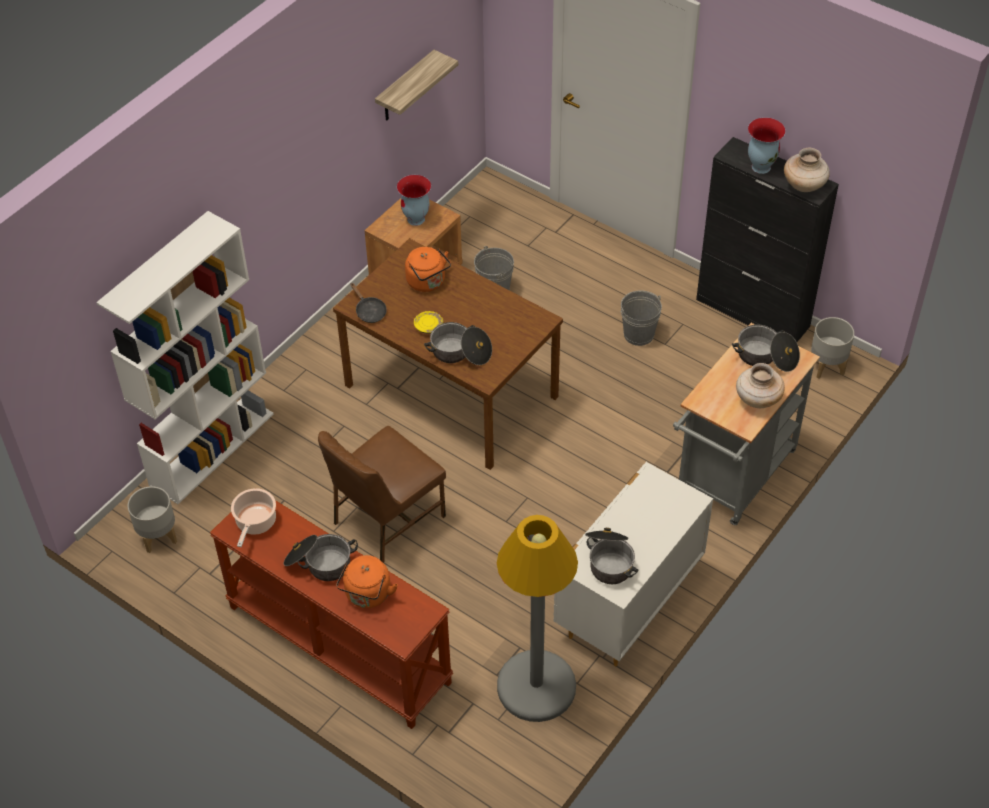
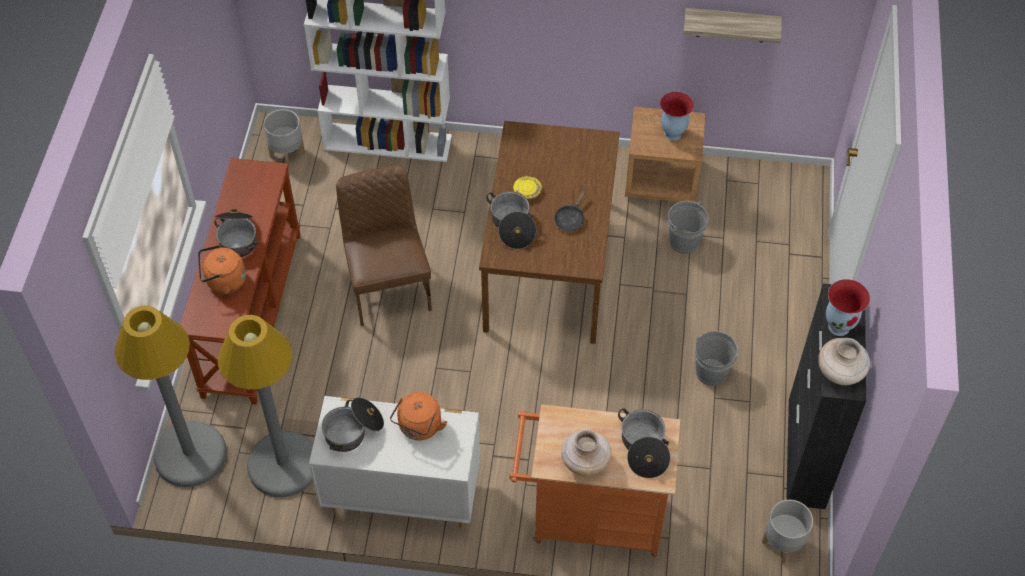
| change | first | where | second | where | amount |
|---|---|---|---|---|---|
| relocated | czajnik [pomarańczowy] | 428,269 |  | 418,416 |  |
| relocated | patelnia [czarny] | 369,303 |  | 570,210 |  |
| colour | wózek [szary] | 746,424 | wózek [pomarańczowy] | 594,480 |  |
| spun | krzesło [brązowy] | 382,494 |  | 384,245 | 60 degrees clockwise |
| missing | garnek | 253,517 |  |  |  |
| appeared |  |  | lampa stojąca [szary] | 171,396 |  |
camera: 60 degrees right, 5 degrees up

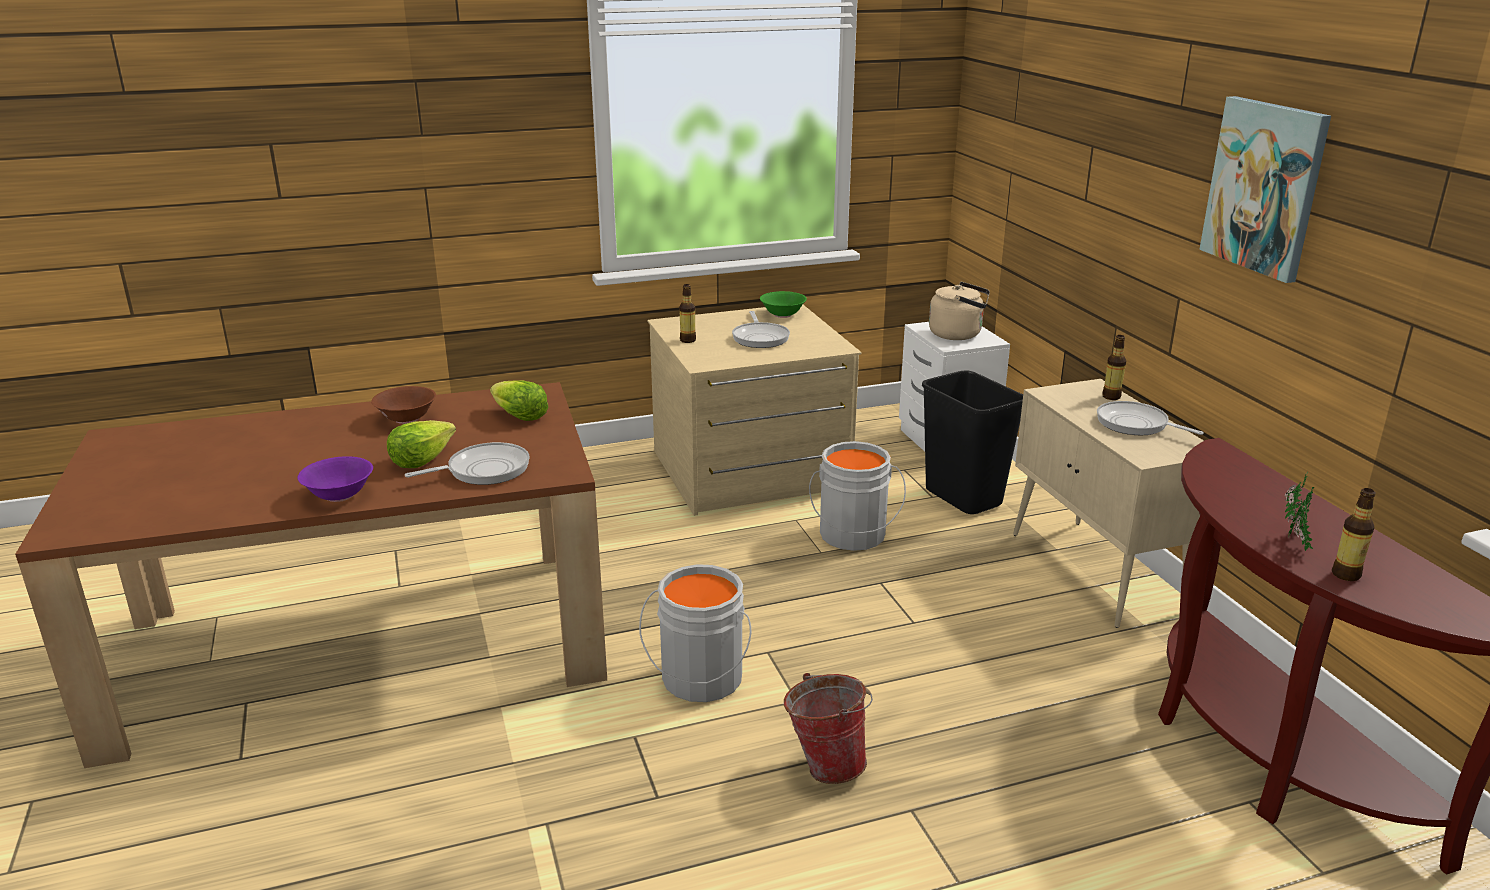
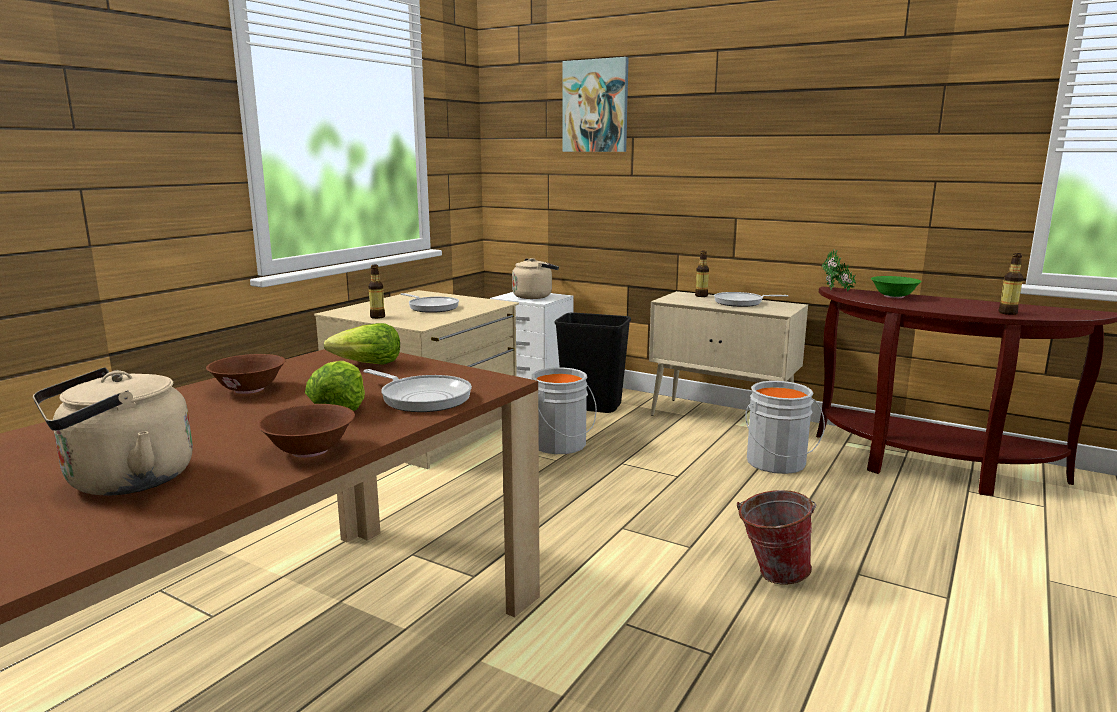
| change | first | where | second | where | amount |
|---|---|---|---|---|---|
| relocated | obraz | 1265,189 |  | 595,104 |  |
| relocated | miska [zielony] | 783,304 |  | 896,287 |  |
| spun | patelnia | 467,463 |  | 418,390 | 105 degrees clockwise |
| colour | miska [fioletowy] | 335,479 | miska [brązowy] | 306,431 |  |
| relocated | roślina doniczkowa | 1299,511 |  | 839,271 |  |
| relocated | wiadro [szary] | 695,633 |  | 785,427 |  |
| appeared |  |  | czajnik [beżowy] | 113,431 |  |
camera: 40 degrees left, 10 degrees down

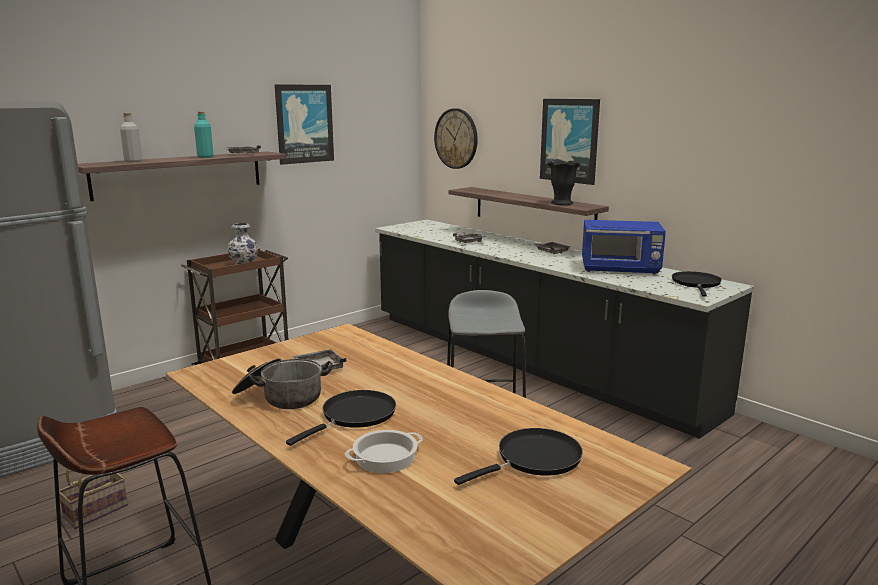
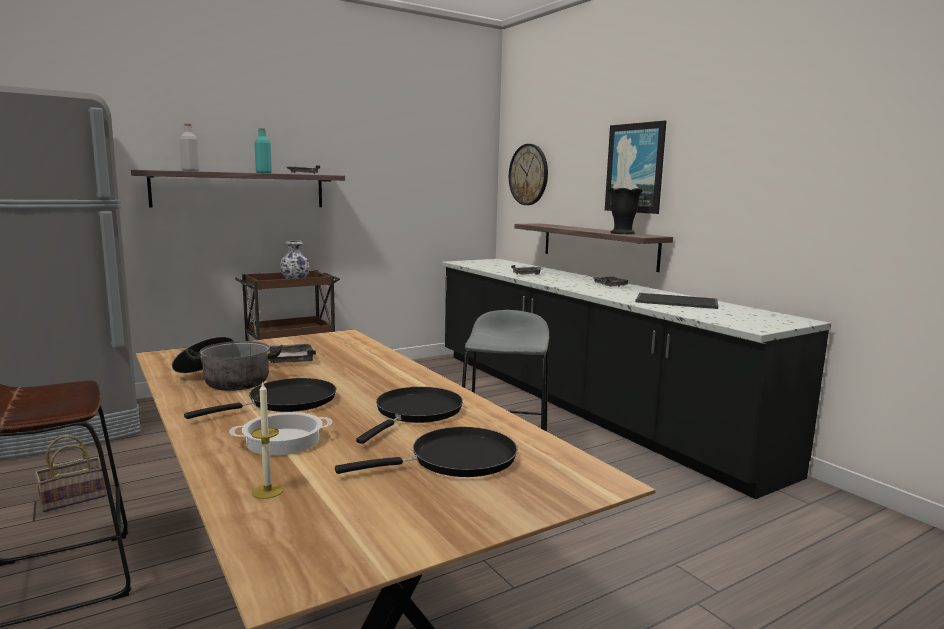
| change | first | where | second | where | amount |
|---|---|---|---|---|---|
| missing | obraz | 304,124 |  |  |  |
| exchanged | mikrofalówka [niebieski] | 624,247 | taca | 676,301 |  |
| relocated | patelnia [czarny] | 697,284 |  | 409,415 |  |
| appeared |  |  | świeca | 267,441 |  |
camera: 10 degrees right, 5 degrees down

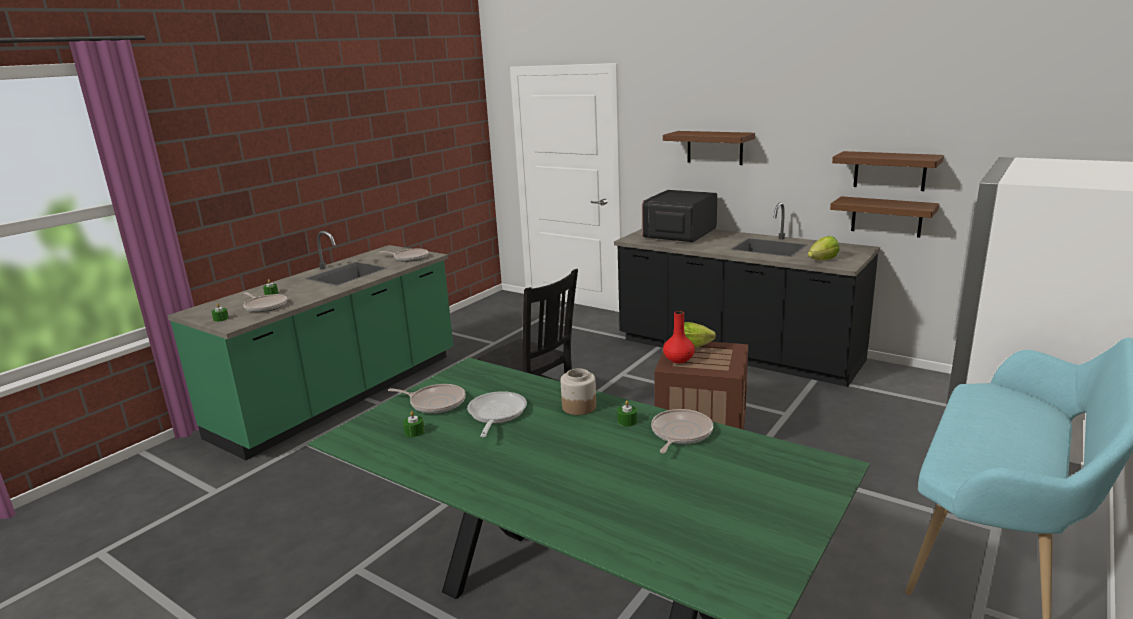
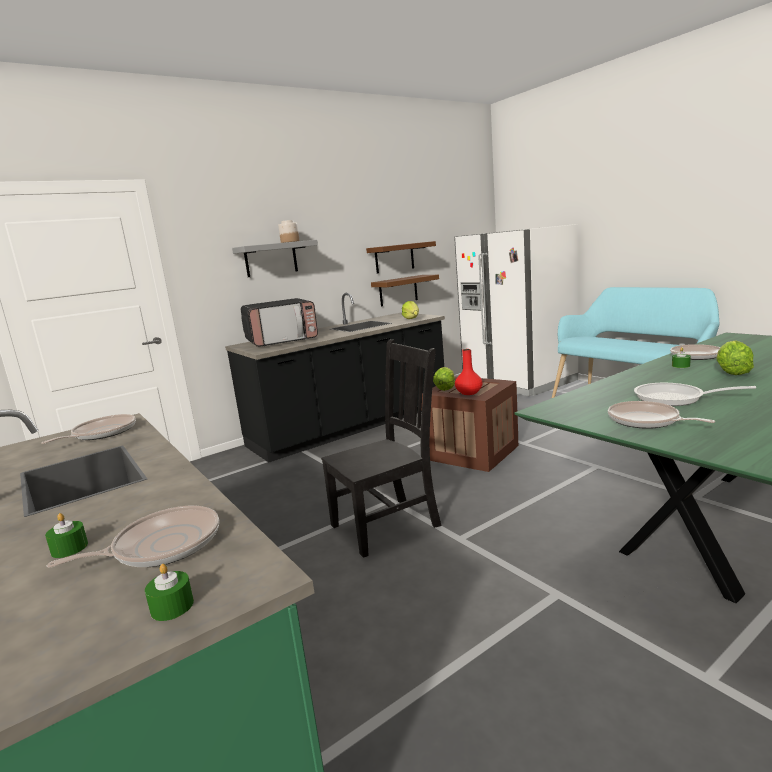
| change | first | where | second | where | amount |
|---|---|---|---|---|---|
| colour | półka [brązowy] | 709,148 | półka [szary] | 275,258 |  |
| spun | mikrofalówka | 679,216 |  | 279,322 | 75 degrees counterclockwise |
| relocated | słoik | 578,391 |  | 288,231 |  |
| spun | patelnia | 427,399 |  | 661,415 | 75 degrees counterclockwise |
| missing | świeca [zielony] | 414,424 |  |  |  |
| appeared |  |  | sałata | 735,357 |  |
camera: 70 degrees left, 5 degrees down

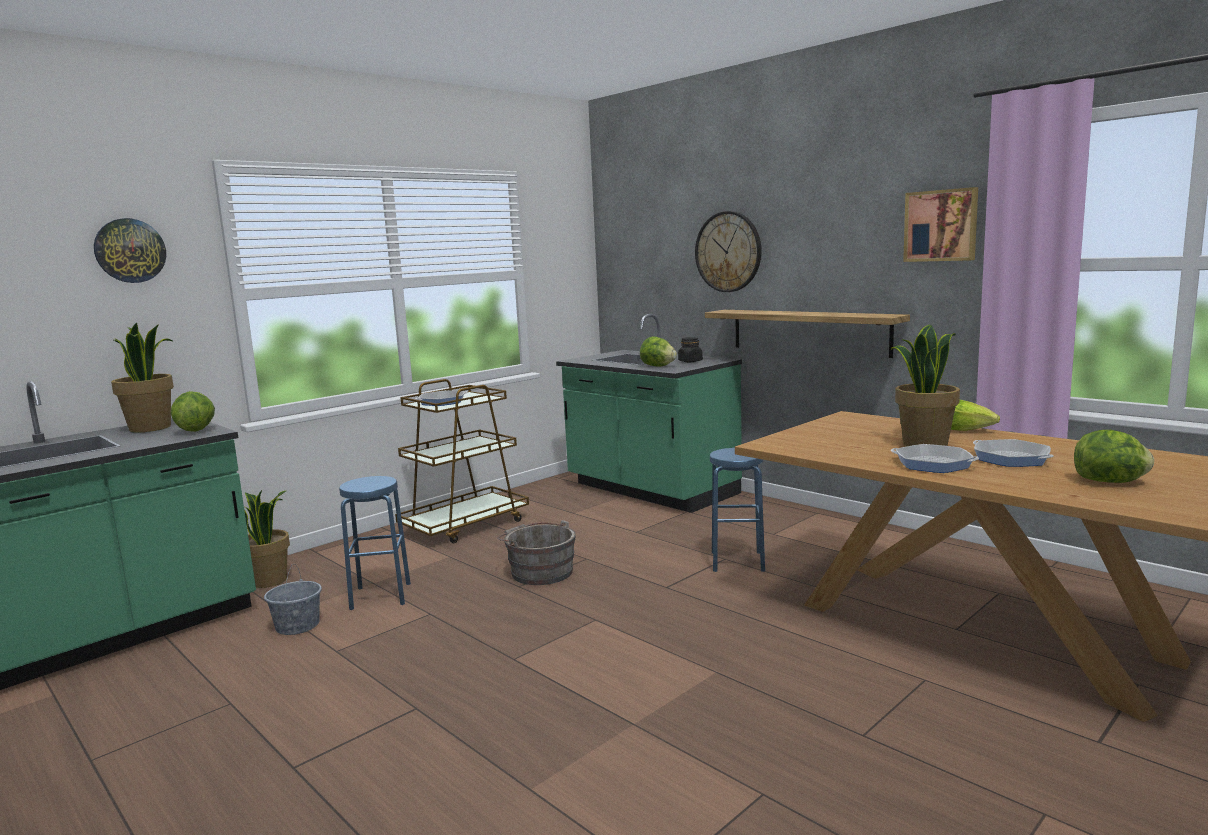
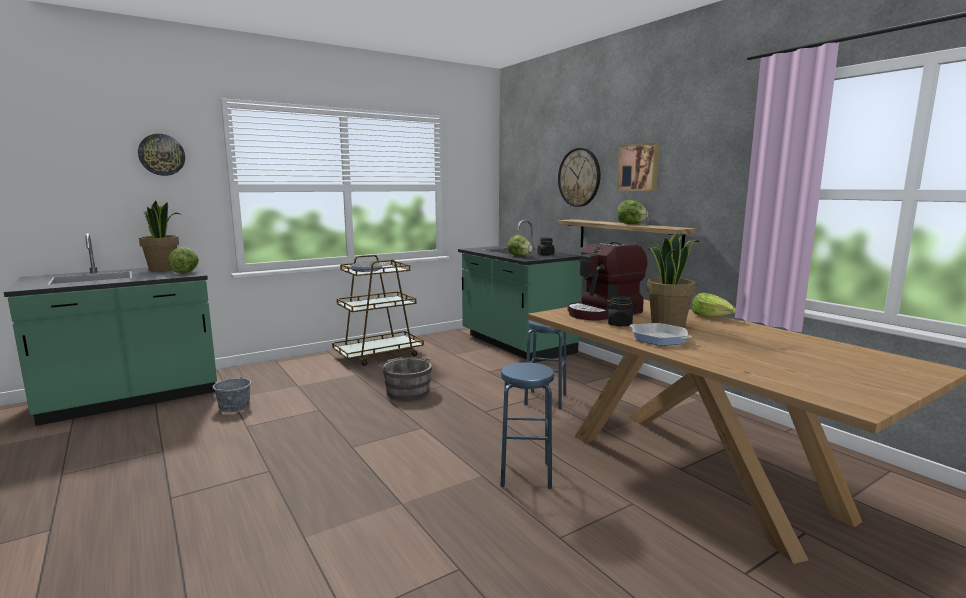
| change | first | where | second | where | amount |
|---|---|---|---|---|---|
| relocated | obraz | 940,224 |  | 638,166 |  |
| relocated | sałata | 1114,456 |  | 632,212 |  |
| missing | patelnia | 1013,453 |  |  |  |
| relocated | stołek [niebieski] | 375,543 |  | 527,425 |  |
| missing | roślina doniczkowa | 267,539 |  |  |  |
| appeared |  |  | ekspres do kawy | 608,281 |  |
| appeared |  |  | słoik [czarny] | 621,311 |  |
camera: 10 degrees right, 0 degrees up

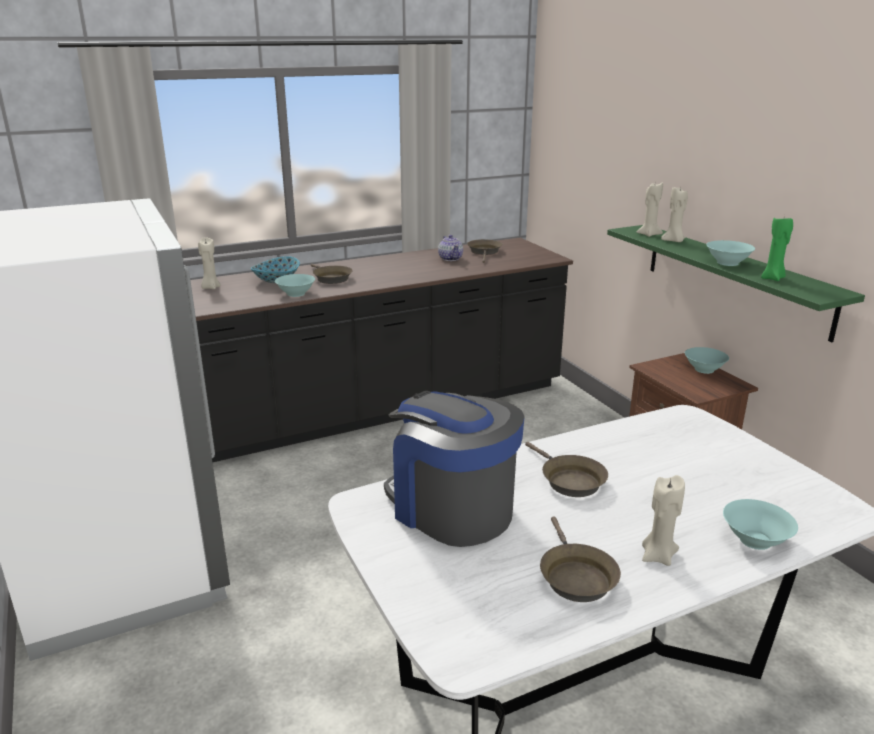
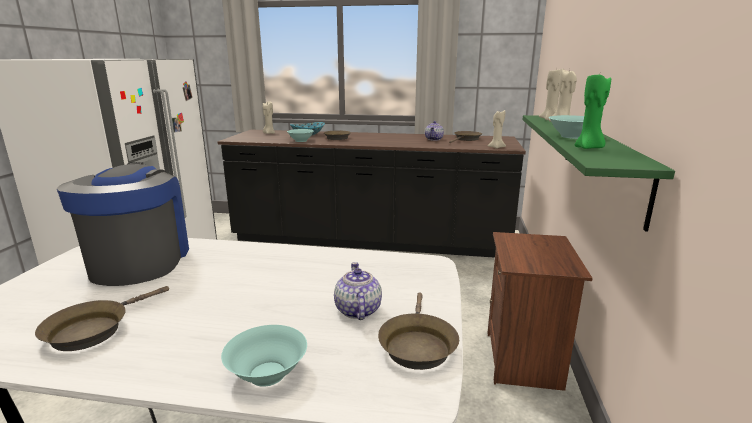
| change | first | where | second | where | amount |
|---|---|---|---|---|---|
| missing | miska [turkusowy] | 707,360 |  |  |  |
| relocated | patelnia [brązowy] | 566,469 |  | 418,331 |  |
| relocated | świeca [beżowy] | 663,520 |  | 496,129 |  |
| appeared |  |  | imbryk | 358,291 |  |
camera: 35 degrees right, 5 degrees down

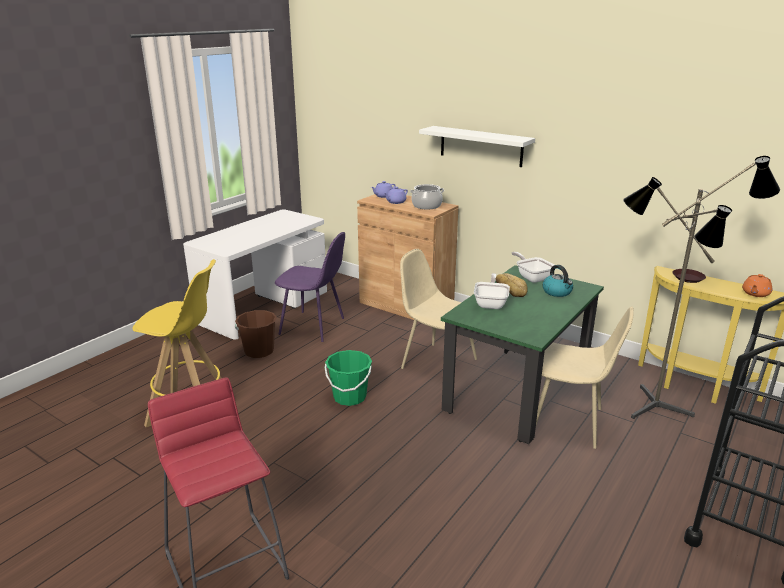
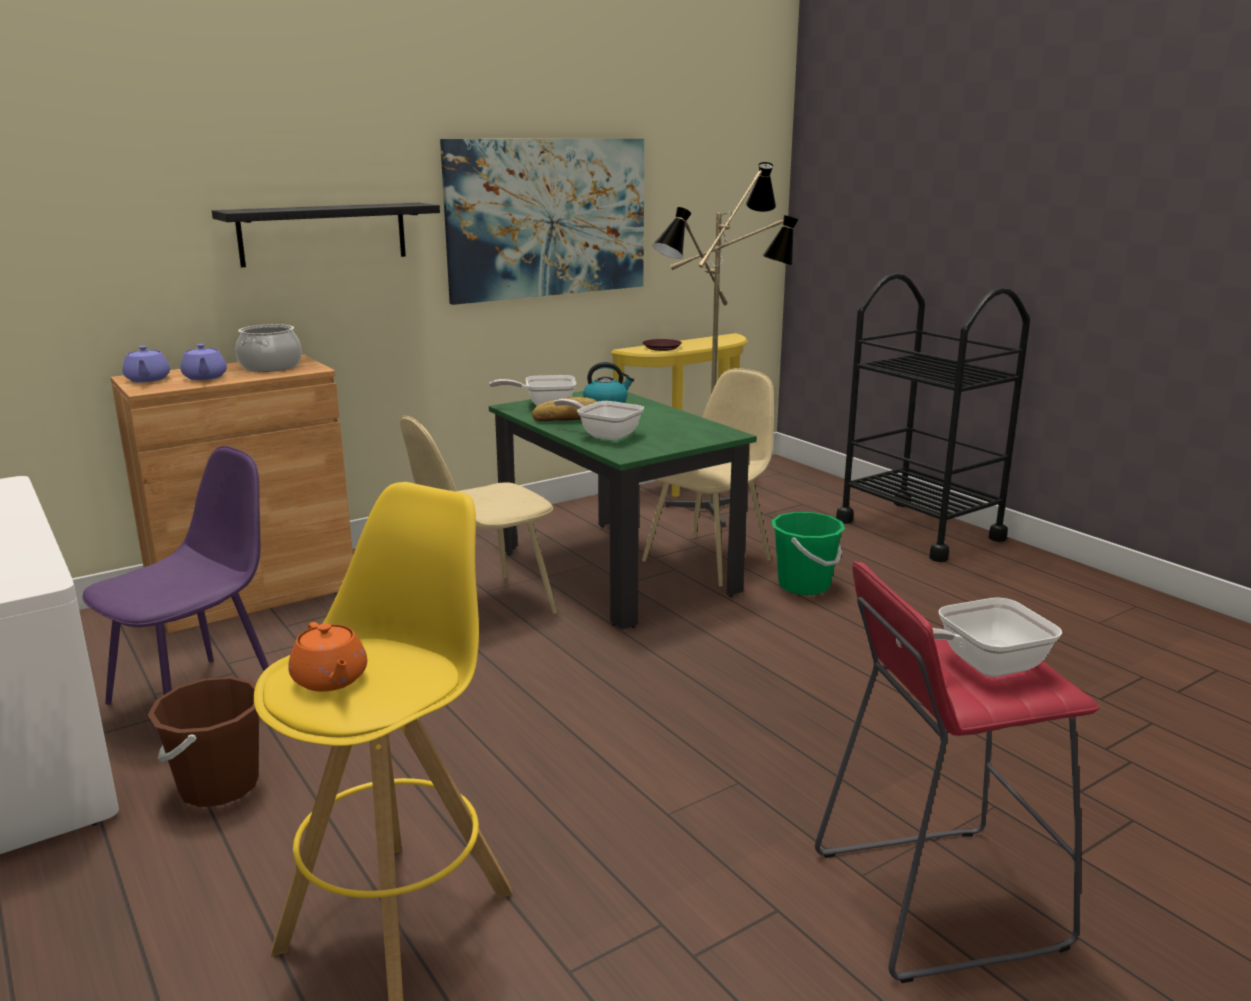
| change | first | where | second | where | amount |
|---|---|---|---|---|---|
| colour | półka [biały] | 477,146 | półka [czarny] | 326,235 |  |
| relocated | imbryk [pomarańczowy] | 757,285 |  | 327,657 |  |
| relocated | wiadro [zielony] | 348,378 |  | 808,553 |  |
| appeared |  |  | obraz | 542,222 |  |
| appeared |  |  | patelnia | 979,637 |  |
camera: 70 degrees left, 5 degrees down

